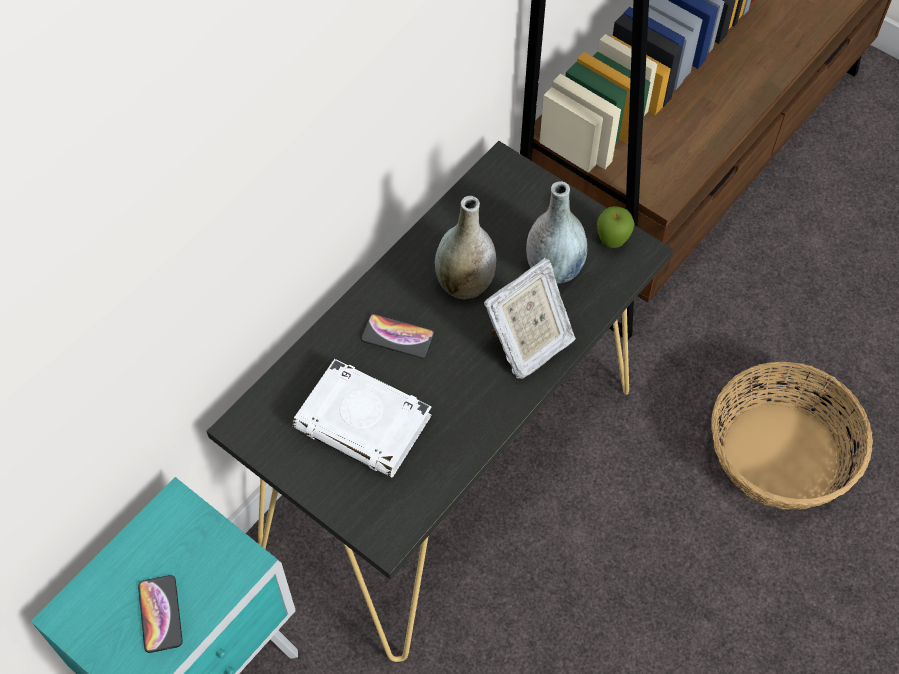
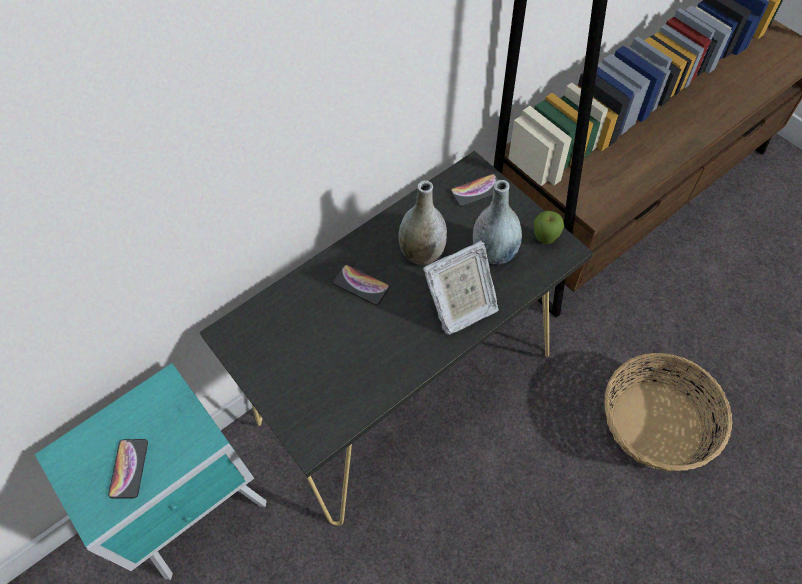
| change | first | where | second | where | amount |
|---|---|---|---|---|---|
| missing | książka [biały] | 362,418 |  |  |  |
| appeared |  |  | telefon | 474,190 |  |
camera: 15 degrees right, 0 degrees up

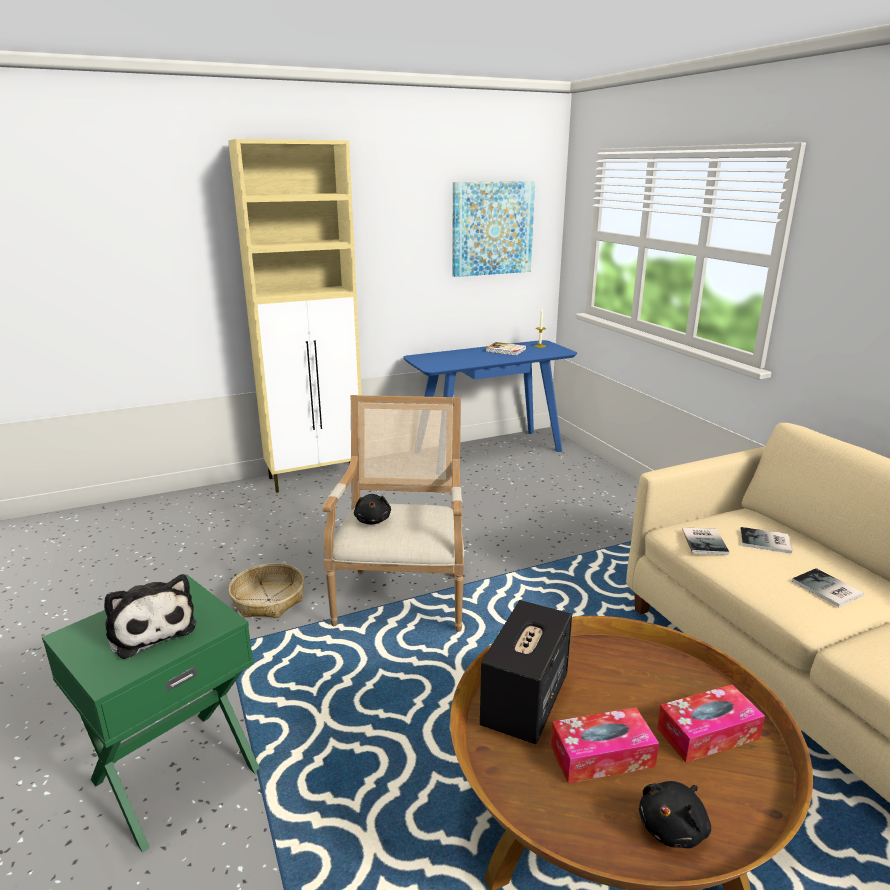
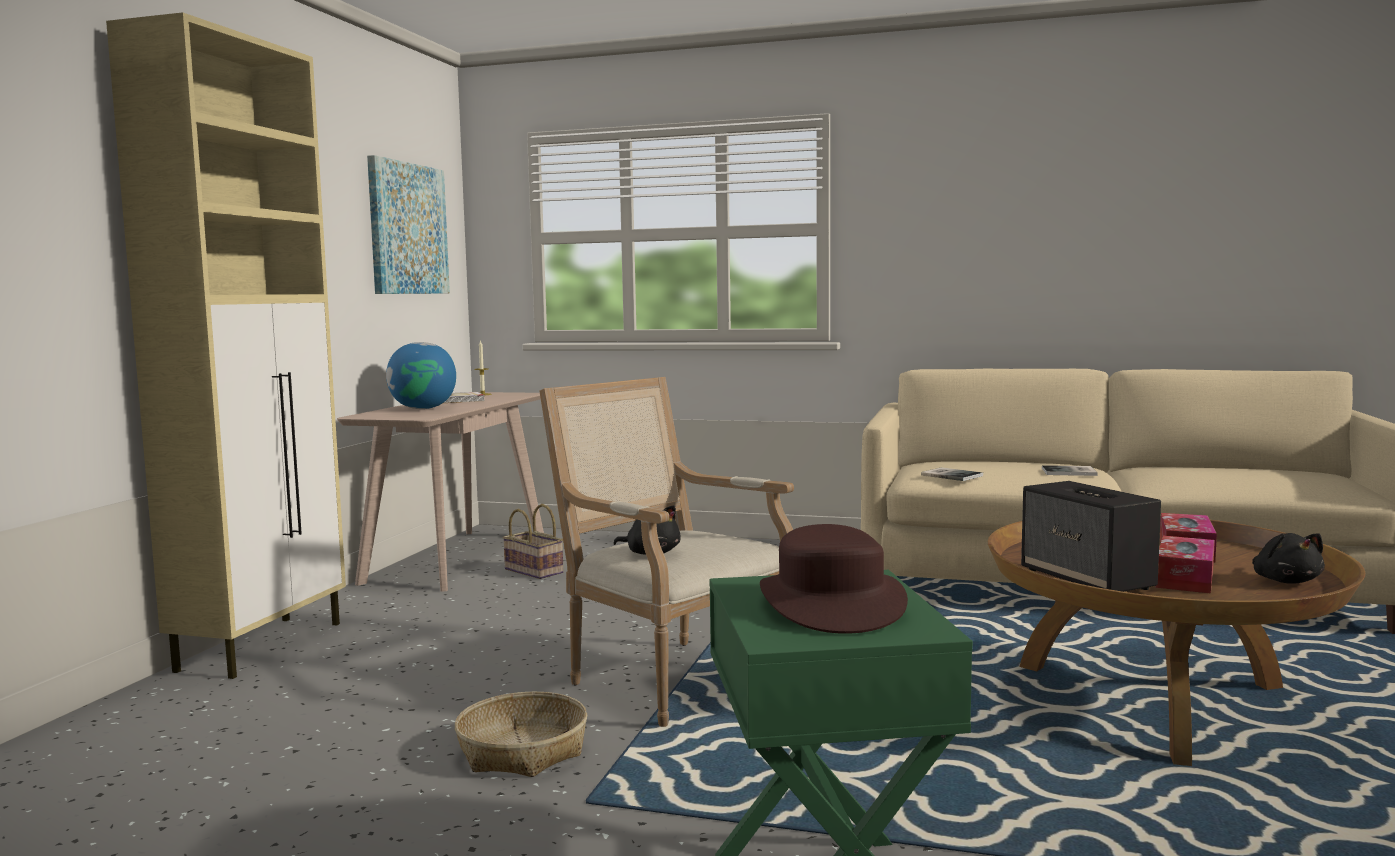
| change | first | where | second | where | amount |
|---|---|---|---|---|---|
| colour | stolik konsolowy [niebieski] | 490,396 | stolik konsolowy [beżowy] | 440,492 |  |
| missing | książka | 766,540 |  |  |  |
| exchanged | pluszak | 150,616 | kapelusz [brązowy] | 834,579 |  |
| appeared |  |  | globus | 421,375 |  |
| appeared |  |  | koszyk | 533,541 |  |
camera: 50 degrees left, 15 degrees down

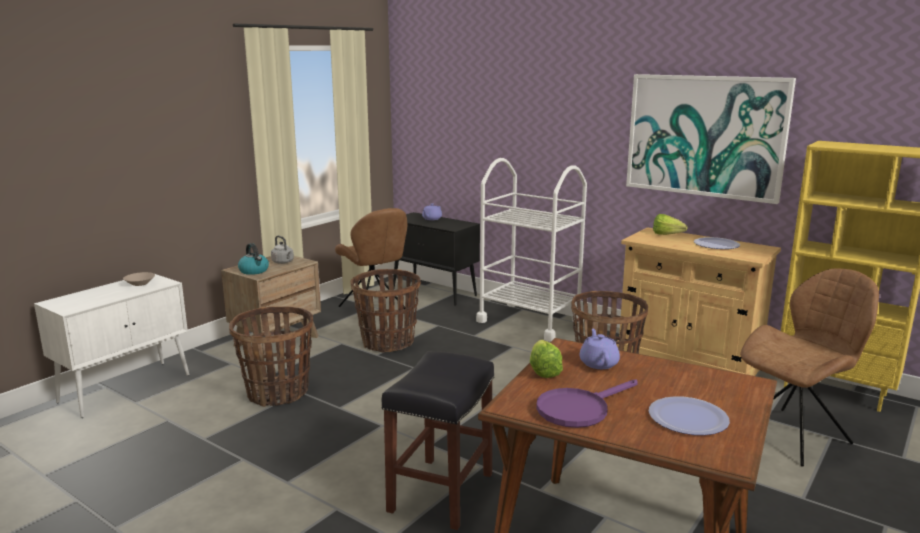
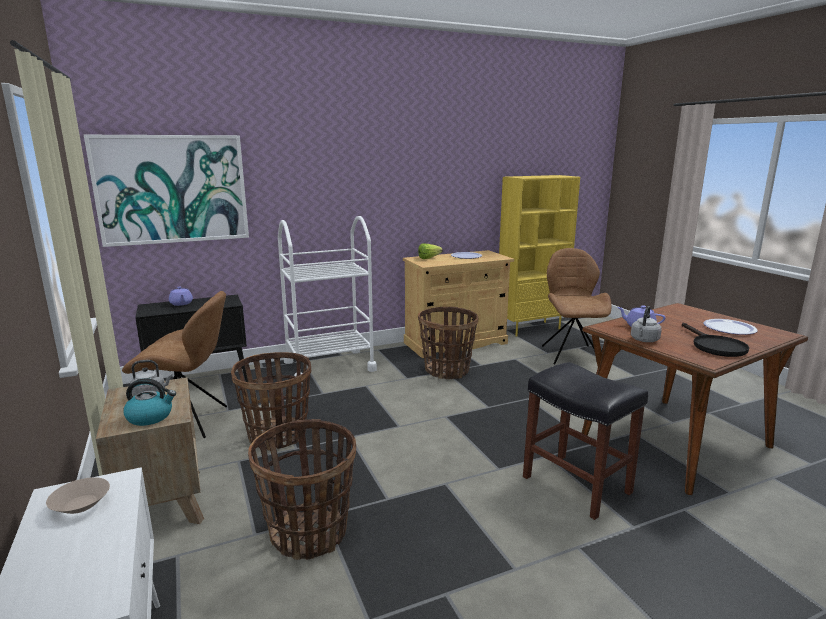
| change | first | where | second | where | amount |
|---|---|---|---|---|---|
| relocated | obraz | 711,139 |  | 166,191 |  |
| exchanged | sałata | 546,359 | czajnik [szary] | 646,324 |  |
| colour | patelnia [fioletowy] | 587,404 | patelnia [czarny] | 715,340 |  |
camera: 60 degrees left, 0 degrees up

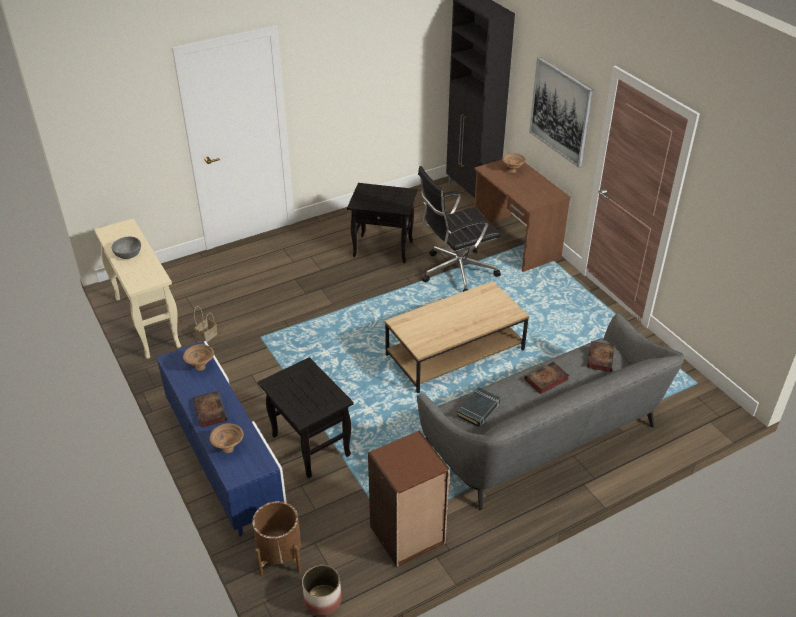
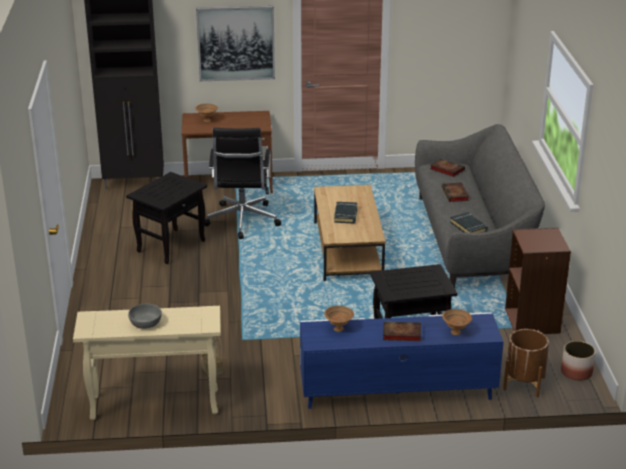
| change | first | where | second | where | amount |
|---|---|---|---|---|---|
| appeared |  |  | książka [czarny] | 346,212 |  |
camera: 65 degrees left, 10 degrees down

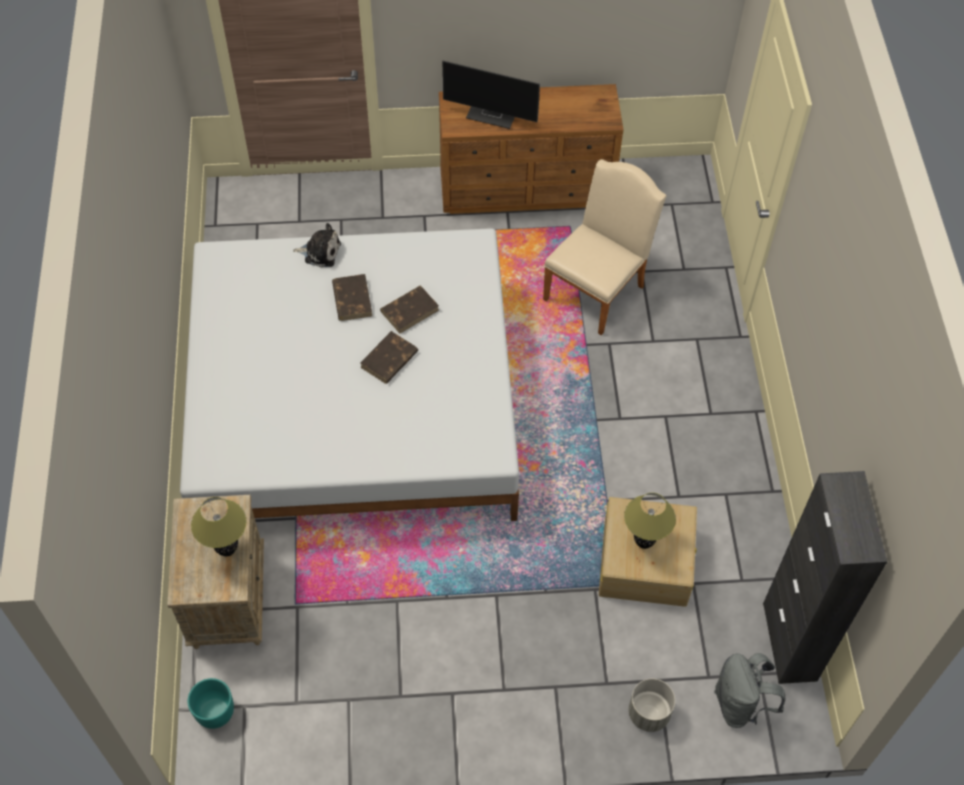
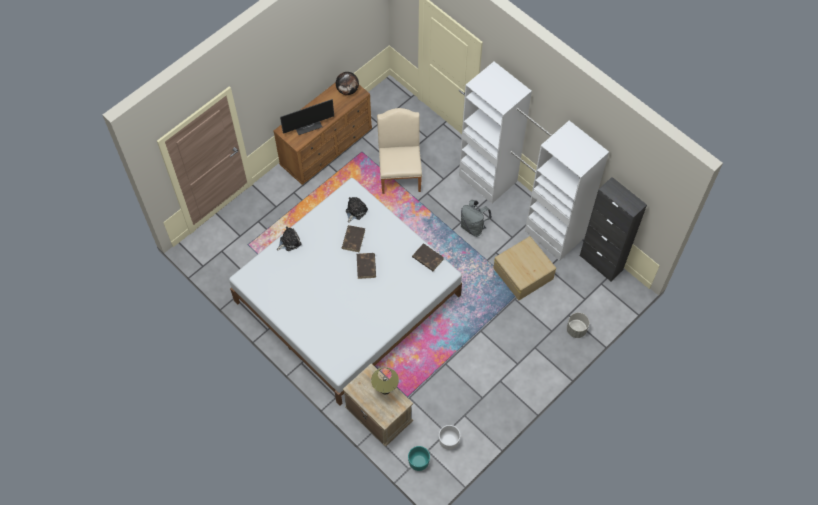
| change | first | where | second | where | amount |
|---|---|---|---|---|---|
| relocated | książka [brązowy] | 352,297 |  | 428,257 |  |
| missing | lampa stołowa | 650,521 |  |  |  |
| relocated | plecak [szary] | 749,690 |  | 476,218 |  |
| appeared |  |  | szafa [biały] | 534,161 |  |
| appeared |  |  | globus | 347,83 |  |
| appeared |  |  | pluszak | 357,210 |  |
| appeared |  |  | donica [biały] | 450,437 |  |
camera: 40 degrees left, 5 degrees up

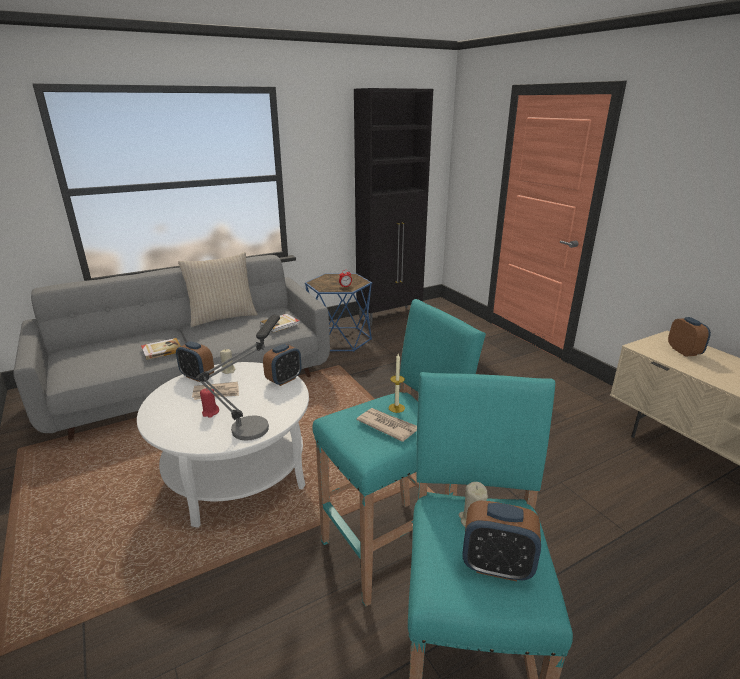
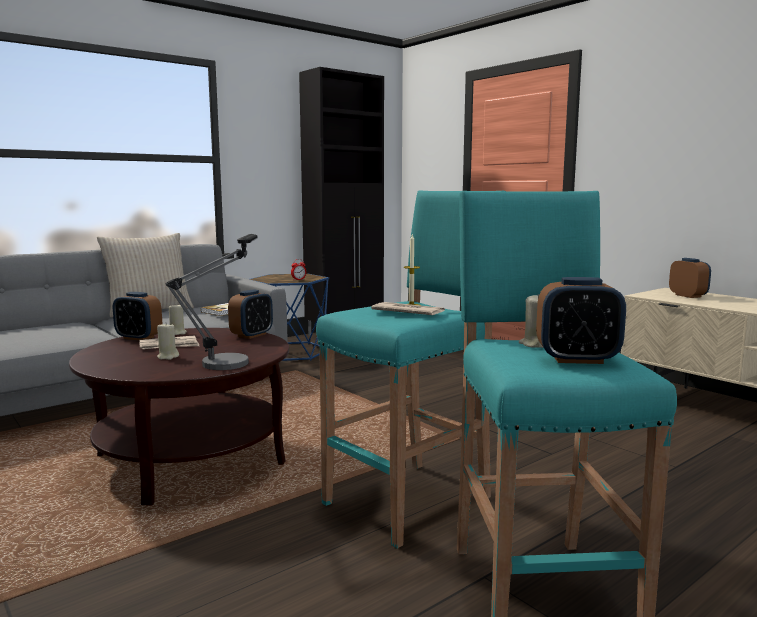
| change | first | where | second | where | amount |
|---|---|---|---|---|---|
| missing | książka | 161,349 |  |  |  |
| colour | ława [biały] | 223,445 | ława [brązowy] | 179,417 |  |
| colour | świeca [czerwony] | 209,403 | świeca [beżowy] | 168,341 |  |
camera: 10 degrees left, 15 degrees down

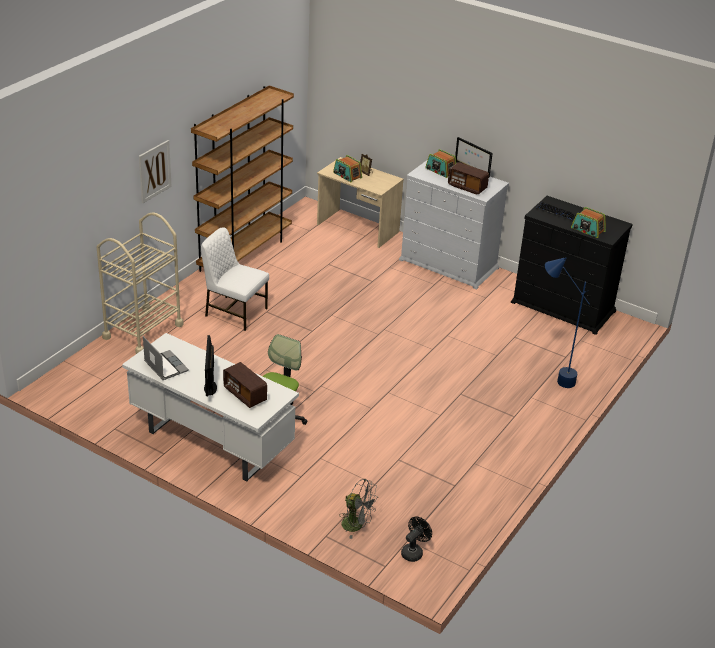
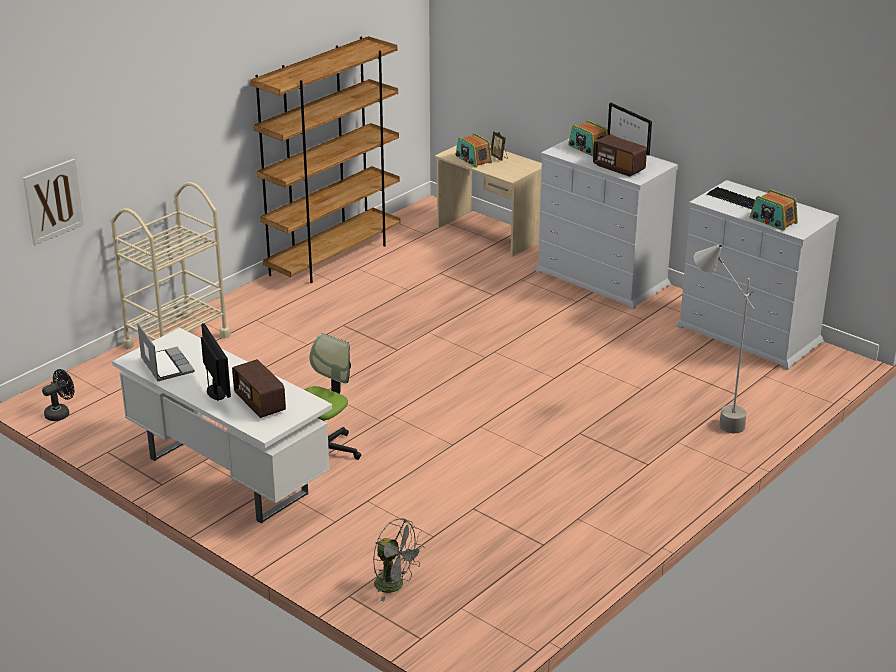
| change | first | where | second | where | amount |
|---|---|---|---|---|---|
| relocated | obraz | 155,171 |  | 53,202 |  |
| colour | komoda [czarny] | 572,265 | komoda [biały] | 758,275 |  |
| missing | krzesło [biały] | 235,279 |  |  |  |
| colour | lampa stojąca [niebieski] | 567,323 | lampa stojąca [szary] | 724,338 |  |
| spun | monitor | 210,366 |  | 216,362 | 150 degrees clockwise |
| relocated | wentylator [czarny] | 416,539 |  | 58,395 |  |
camera: 10 degrees right, 5 degrees down

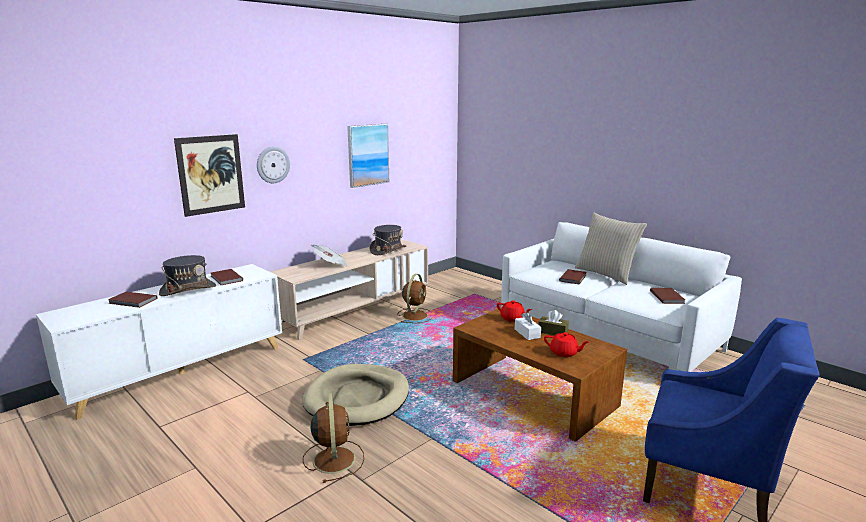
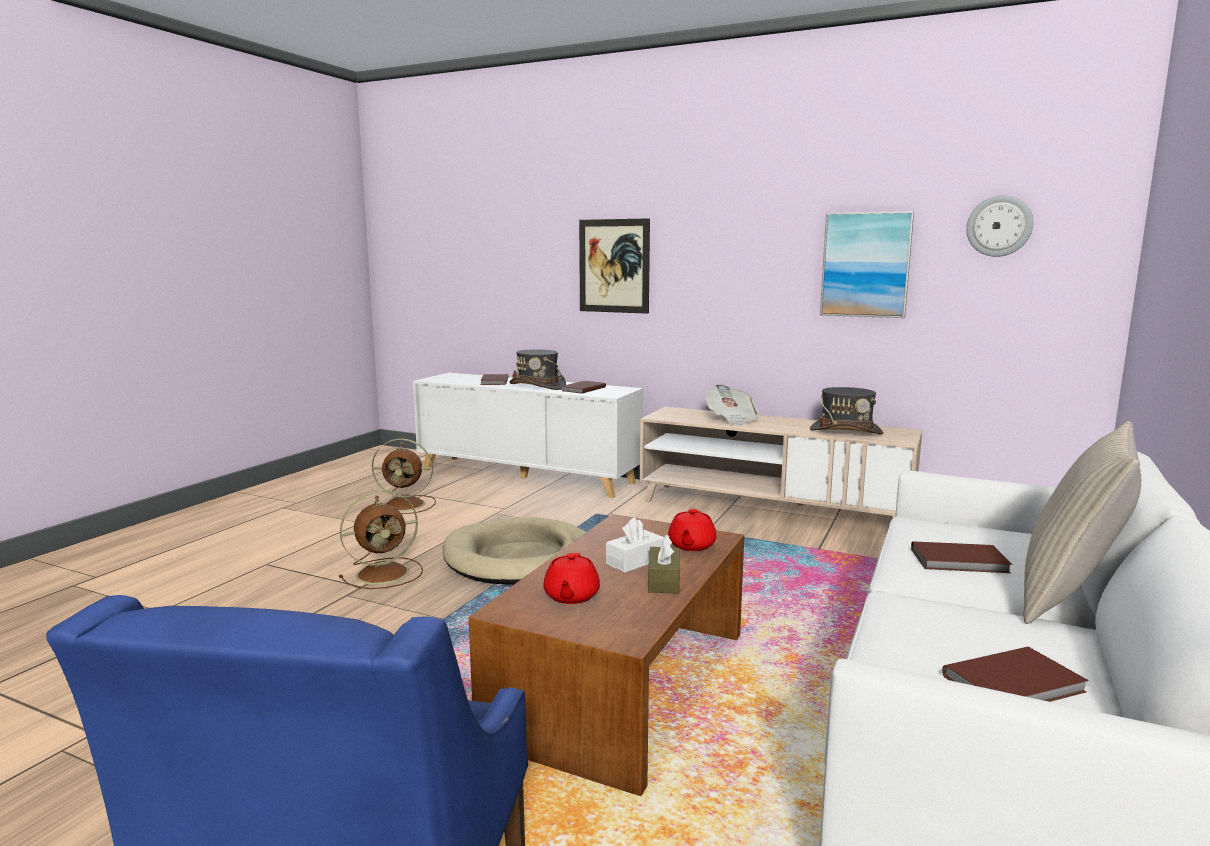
| change | first | where | second | where | amount |
|---|---|---|---|---|---|
| relocated | zegar ścienny | 273,164 |  | 999,226 |  |
| relocated | wentylator [brązowy] | 414,298 |  | 403,476 |  |
camera: 70 degrees right, 5 degrees down

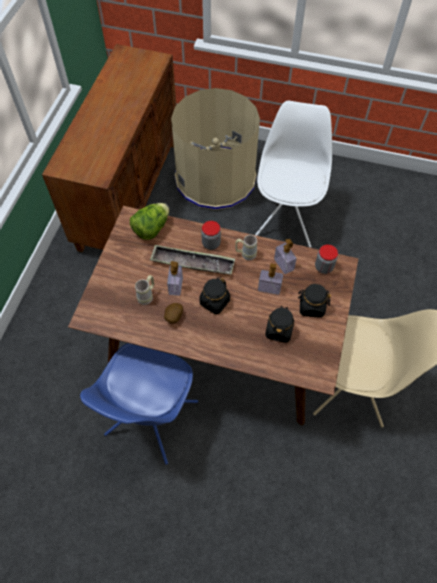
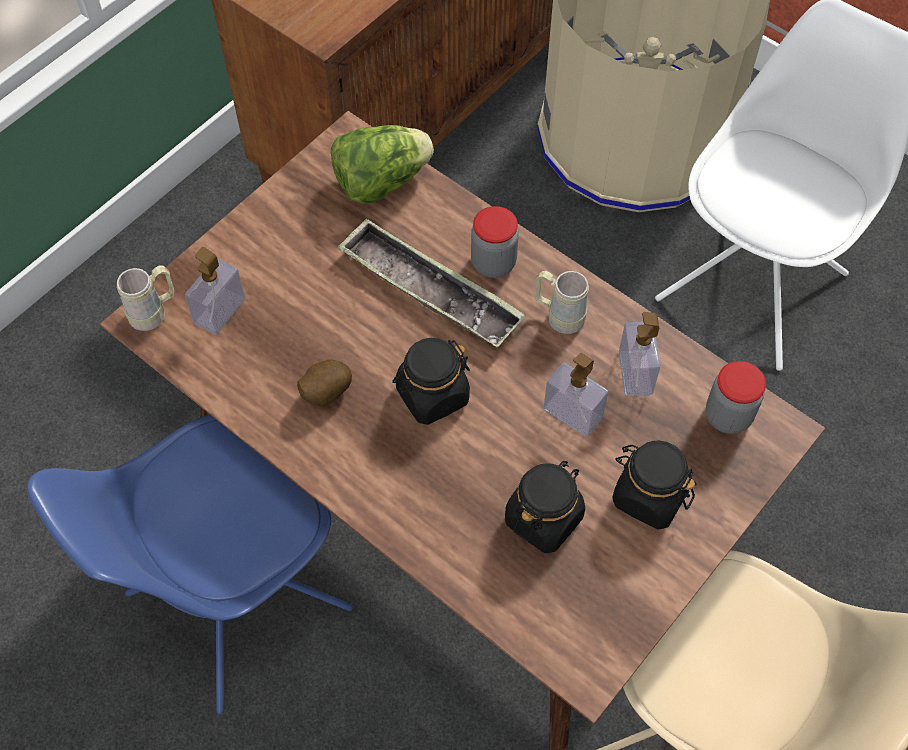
| change | first | where | second | where | amount |
|---|---|---|---|---|---|
| relocated | dozownik mydła | 175,278 |  | 215,291 |  |
| relocated | kubek [beżowy] | 144,290 |  | 145,298 |  |
camera: 25 degrees right, 0 degrees up

